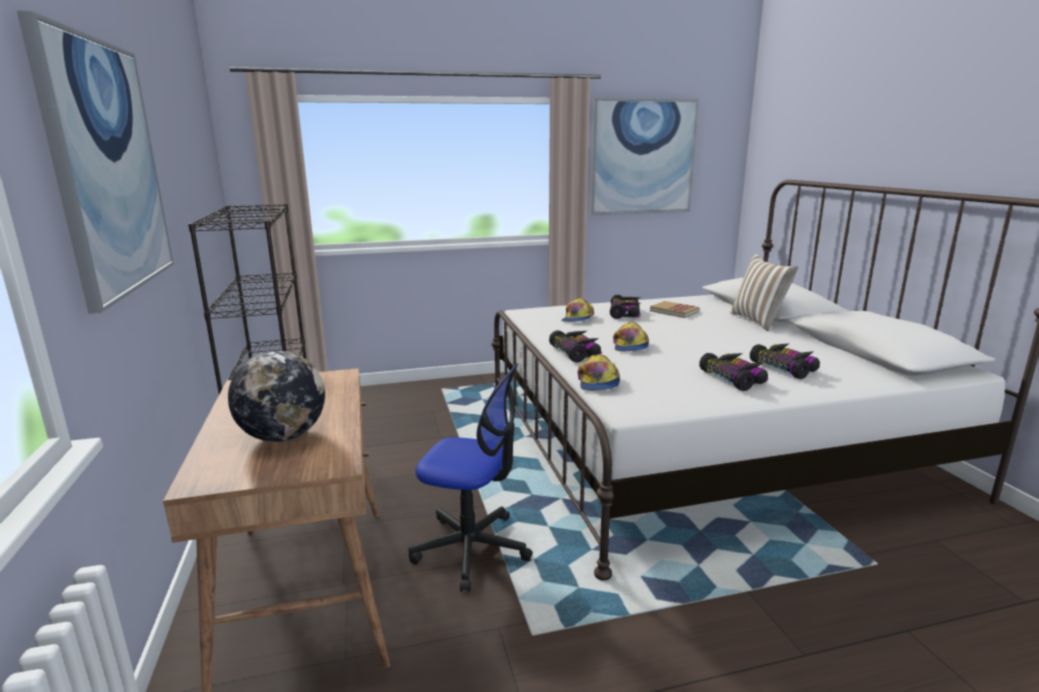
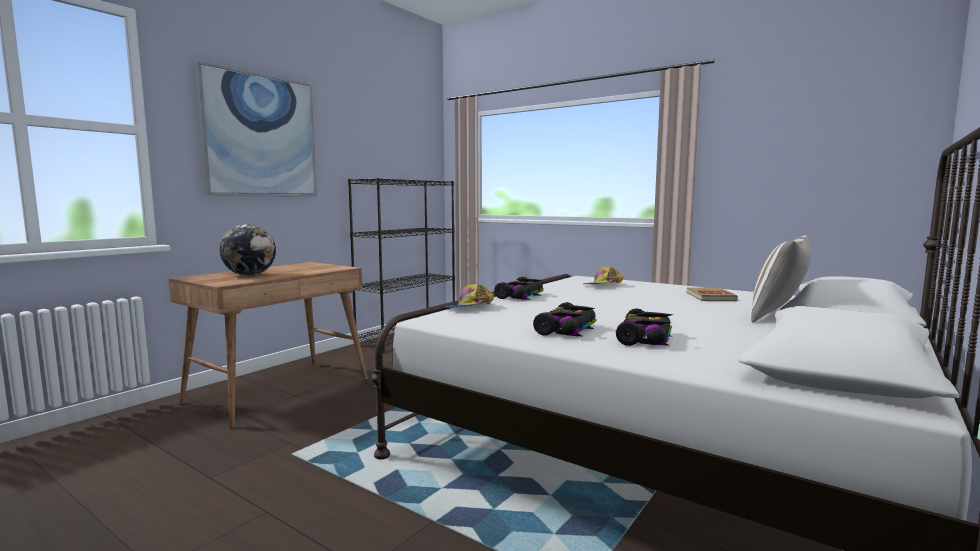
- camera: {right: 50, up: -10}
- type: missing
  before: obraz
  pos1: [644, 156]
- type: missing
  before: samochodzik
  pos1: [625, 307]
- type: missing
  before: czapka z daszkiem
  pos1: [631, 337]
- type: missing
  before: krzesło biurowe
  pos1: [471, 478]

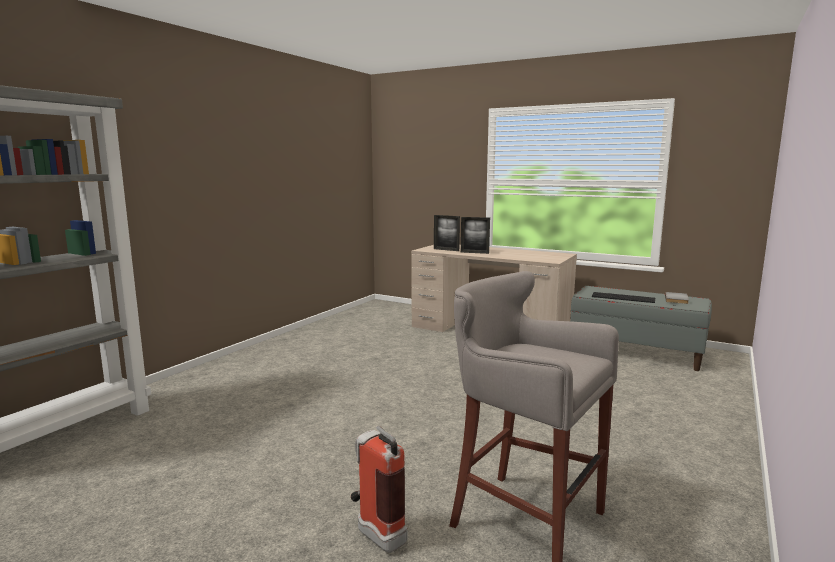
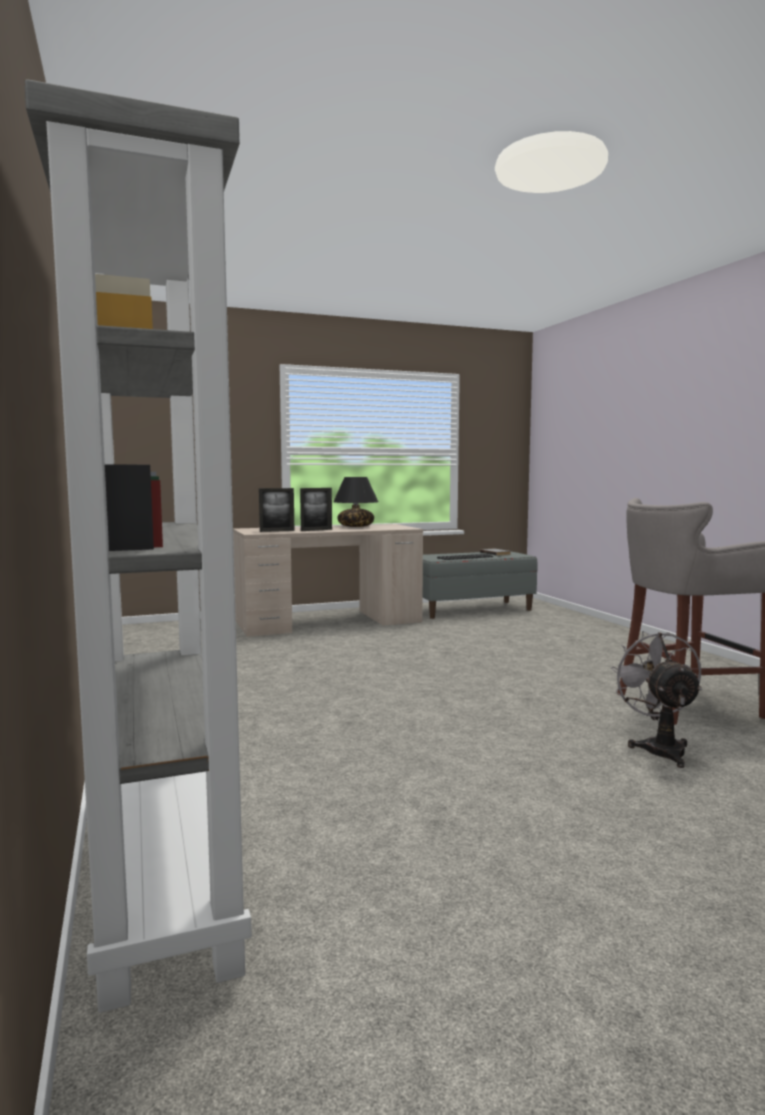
- camera: {right: -50, up: -5}
- type: exchanged
  before: gaśnica
  after: wentylator [szary]
  pos1: [379, 489]
  pos2: [656, 699]
- type: appeared
  after: lampa stołowa [czarny]
  pos2: [355, 502]

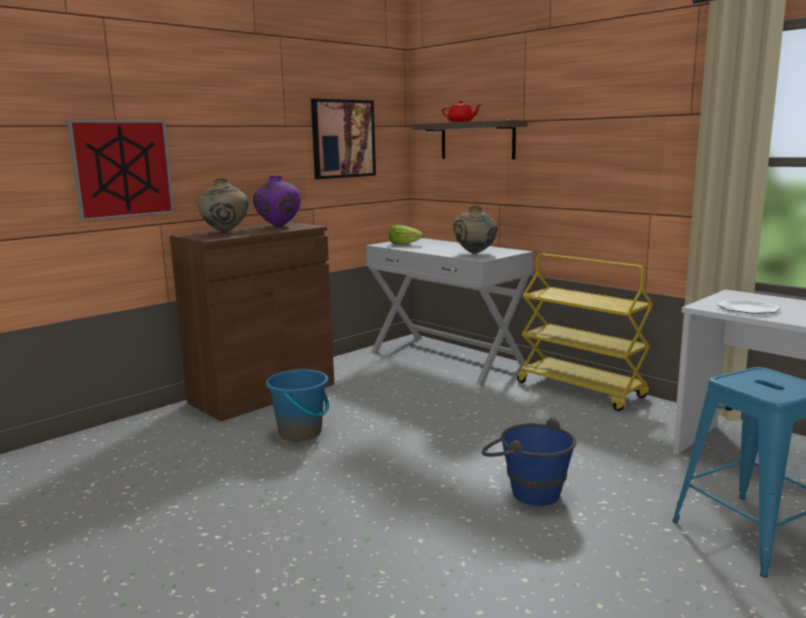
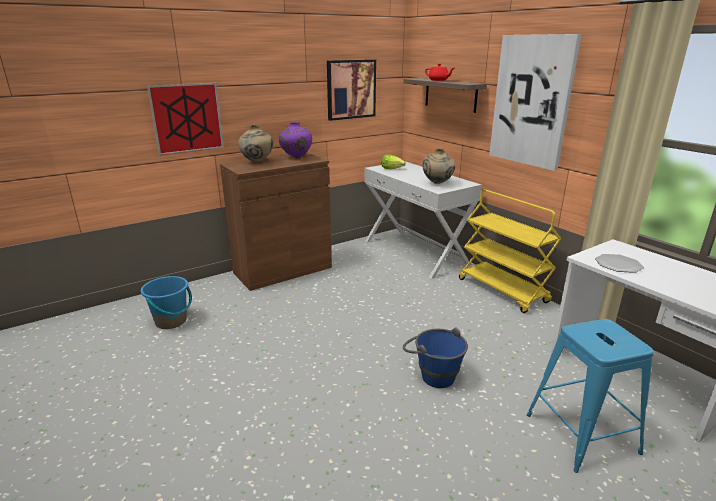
- camera: {right: 10, up: 10}
- type: relocated
  before: wiadro [niebieski]
  pos1: [297, 405]
  pos2: [166, 302]
- type: appeared
  after: obraz
  pos2: [535, 102]

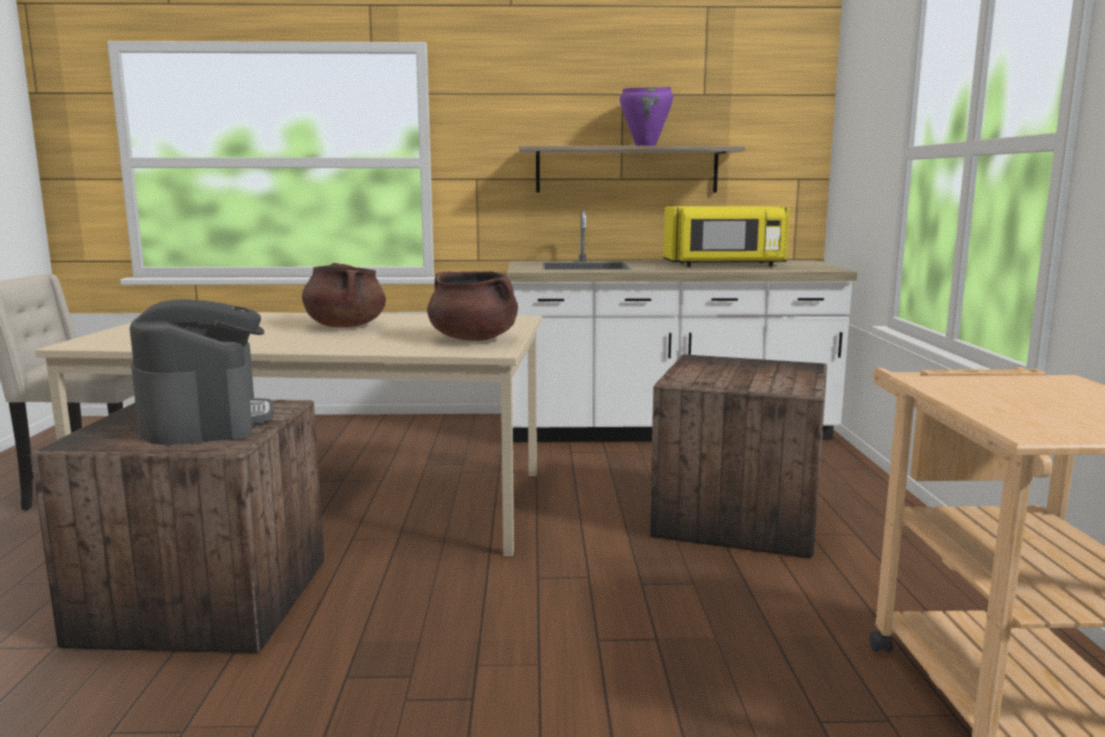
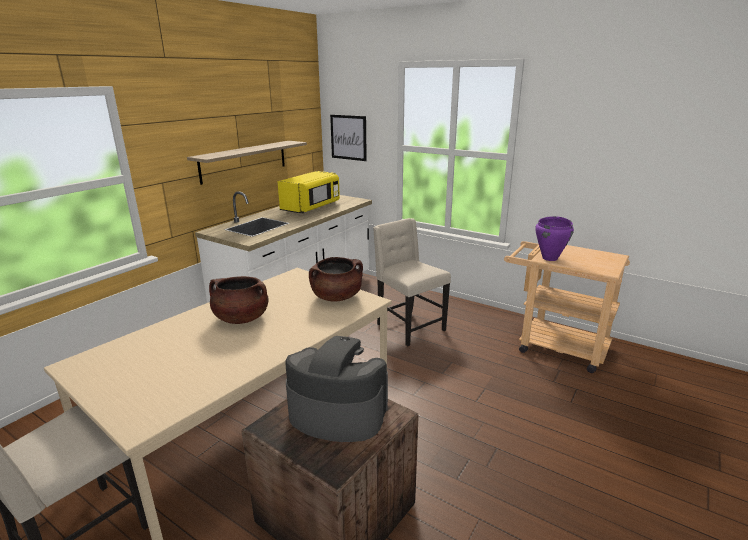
- camera: {right: -55, up: 10}
- type: relocated
  before: garnek [fioletowy]
  pos1: [646, 116]
  pos2: [554, 238]
- type: exchanged
  before: skrzynka
  after: krzesło [beżowy]
  pos1: [738, 456]
  pos2: [412, 282]
- type: appeared
  after: obraz
  pos2: [348, 138]

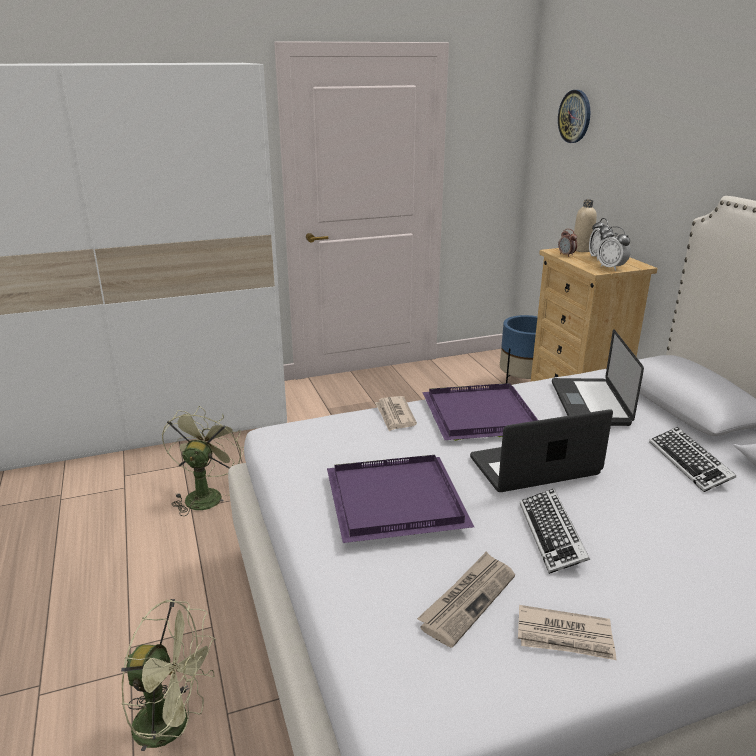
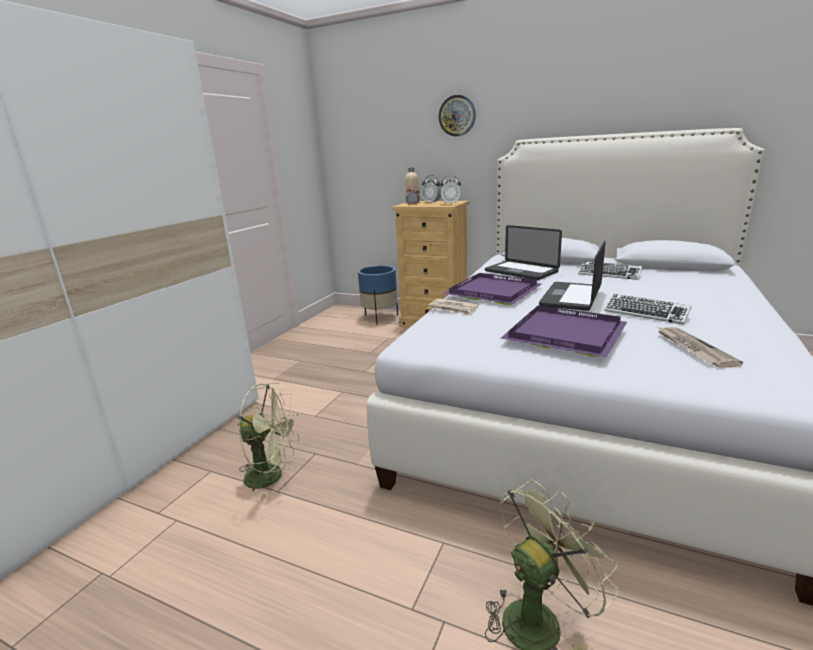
- camera: {right: -45, up: -5}
- type: relocated
  before: zegar ścienny
  pos1: [574, 116]
  pos2: [457, 115]
- type: spun
  before: wentylator [zielony]
  pos1: [203, 461]
  pos2: [268, 441]
  turn: 135
- type: missing
  before: gazeta
  pos1: [567, 632]

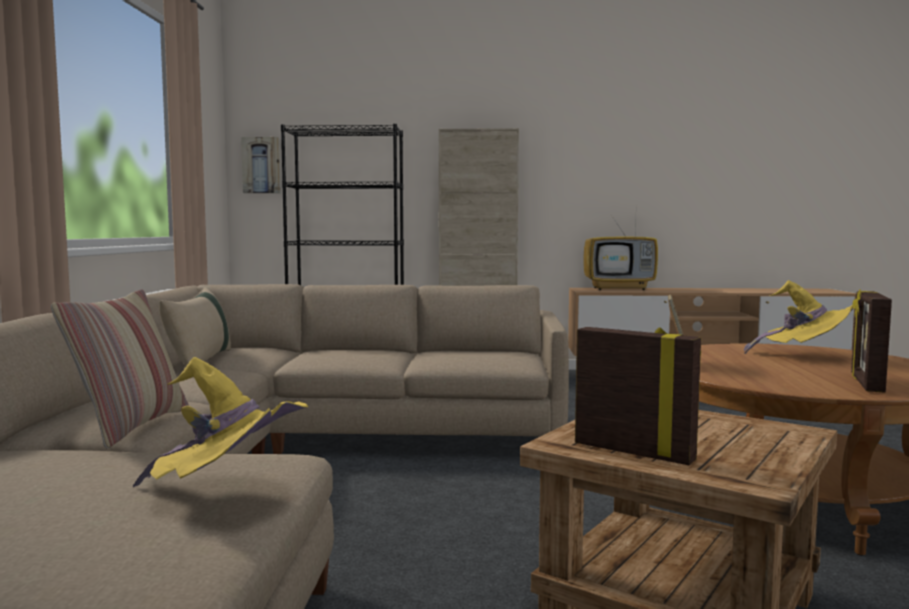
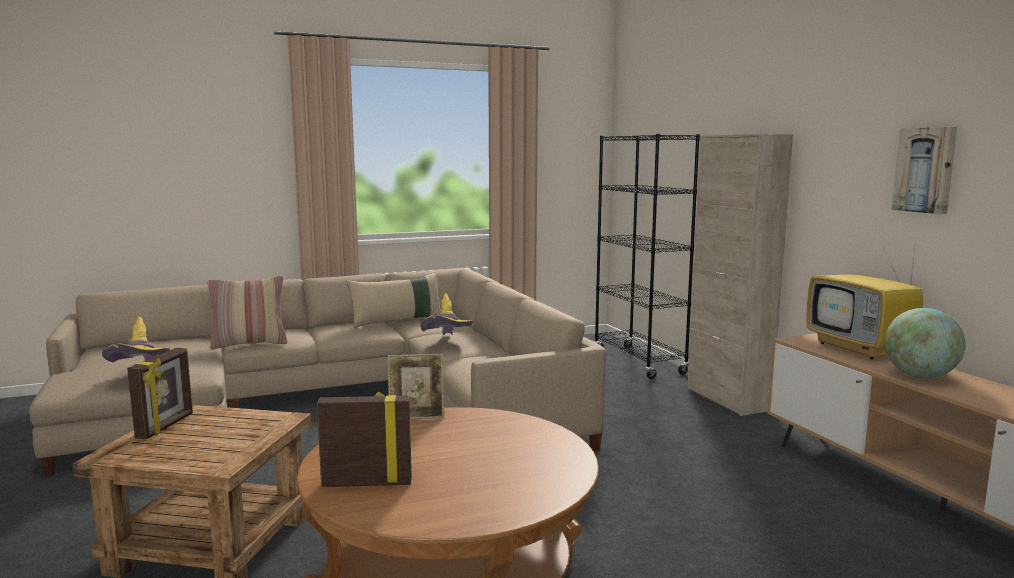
- camera: {right: 65, up: 5}
- type: relocated
  before: obraz
  pos1: [261, 165]
  pos2: [924, 170]
- type: relocated
  before: kapelusz [żółty]
  pos1: [798, 317]
  pos2: [446, 314]
- type: appeared
  after: globus
  pos2: [924, 343]

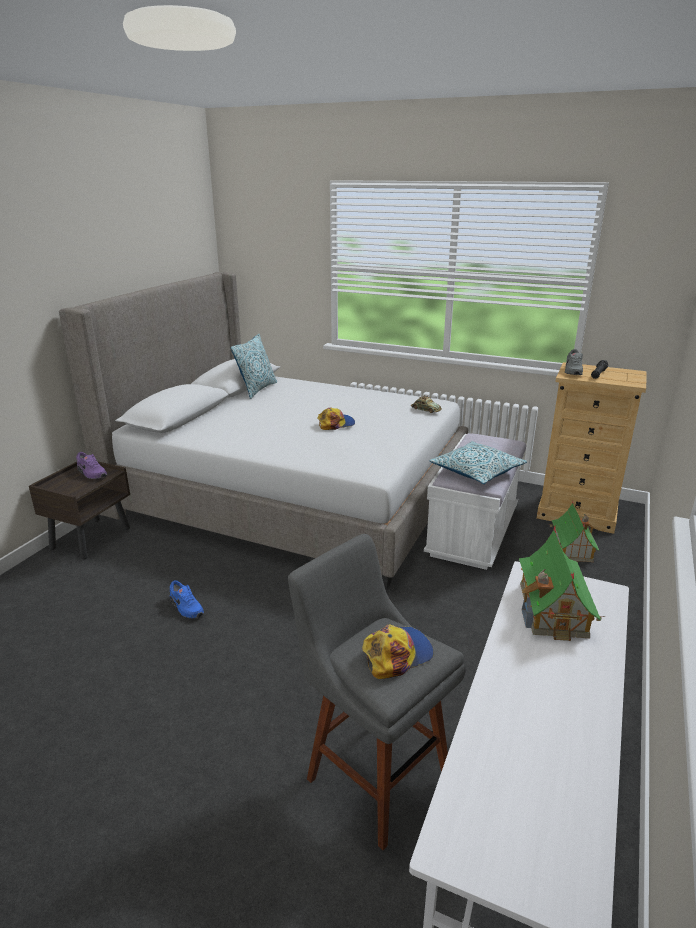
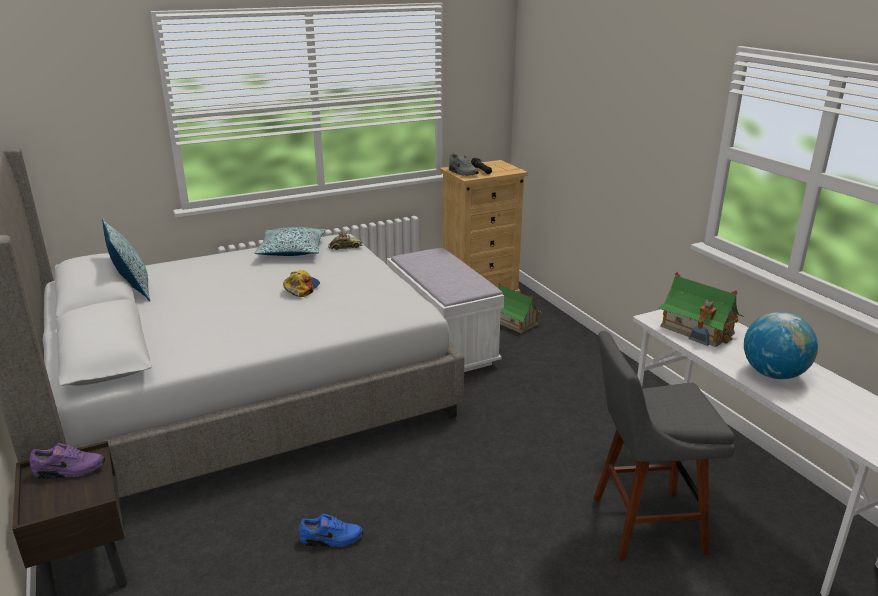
- camera: {right: -50, up: 0}
- type: relocated
  before: poduszka
  pos1: [478, 462]
  pos2: [290, 241]
- type: missing
  before: czapka z daszkiem
  pos1: [398, 651]
- type: appeared
  after: globus
  pos2: [781, 345]

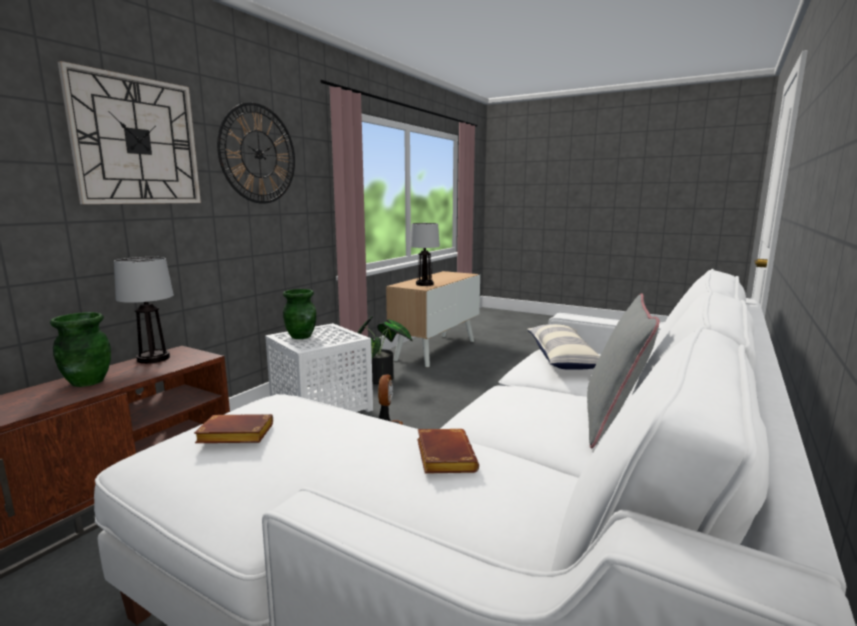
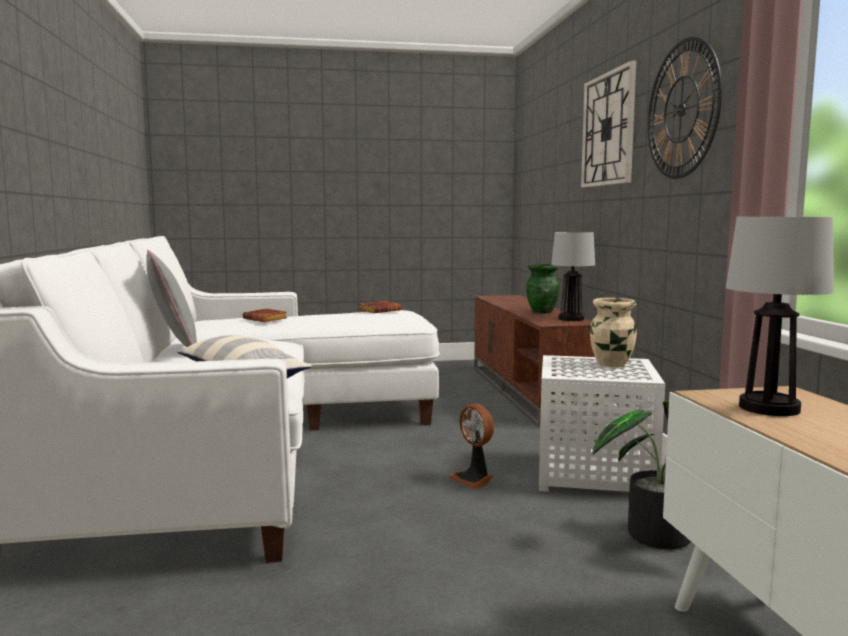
- camera: {right: 140, up: -5}
- type: colour
  before: wazon [zielony]
  after: wazon [beżowy]
  pos1: [299, 314]
  pos2: [613, 332]

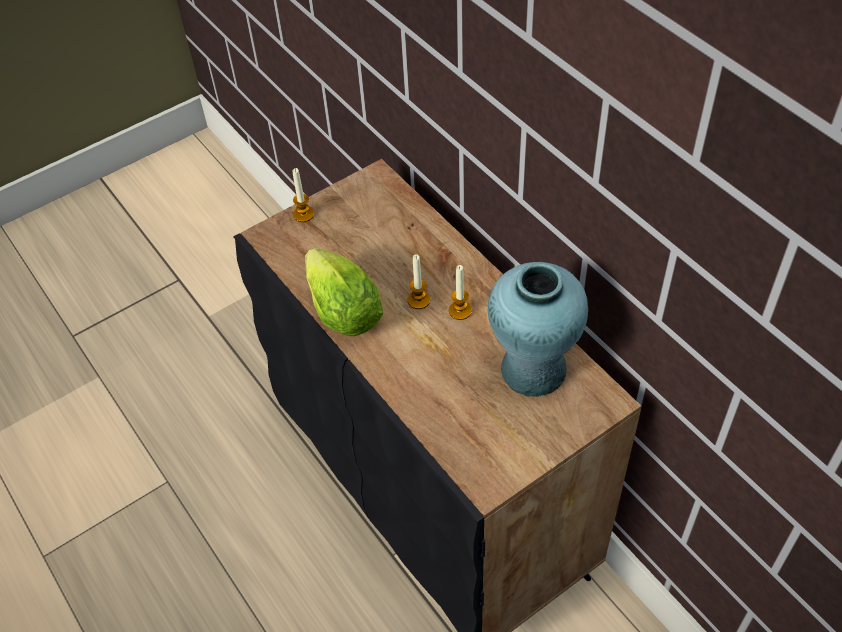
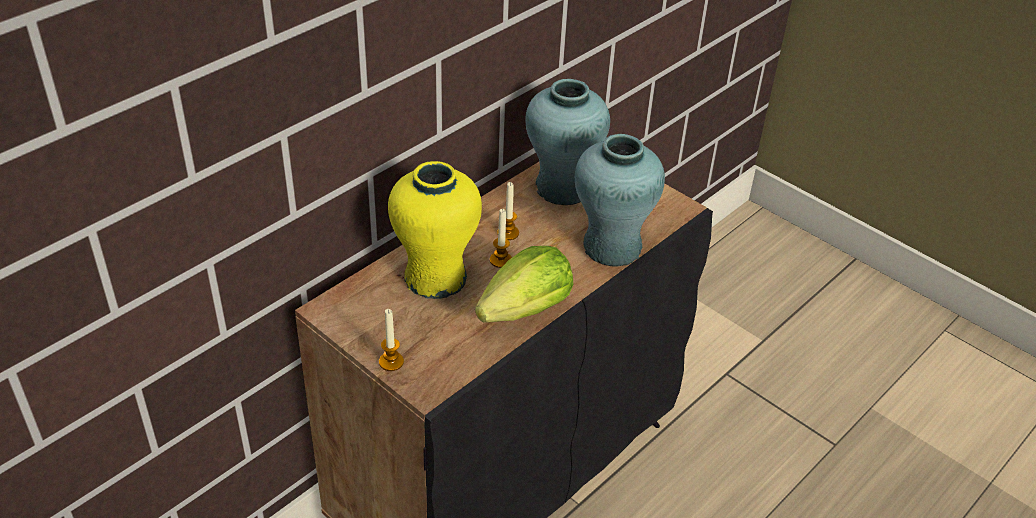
- camera: {right: -105, up: -10}
- type: appeared
  after: wazon [turkusowy]
  pos2: [620, 200]
- type: appeared
  after: wazon [żółty]
  pos2: [435, 230]

